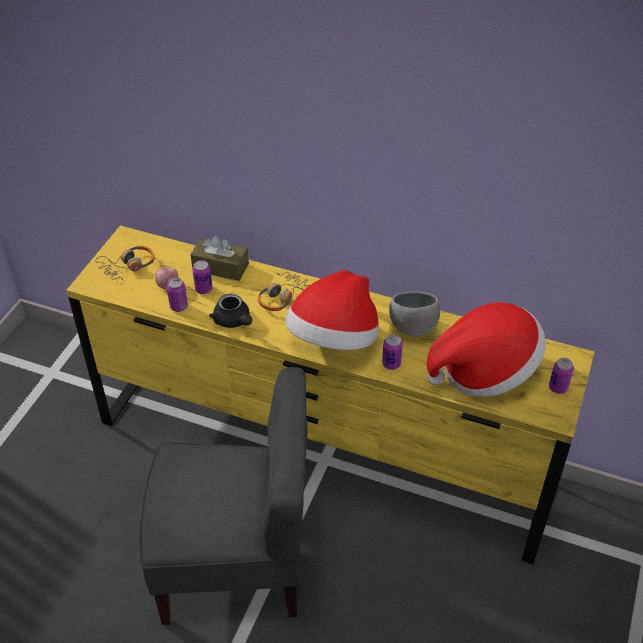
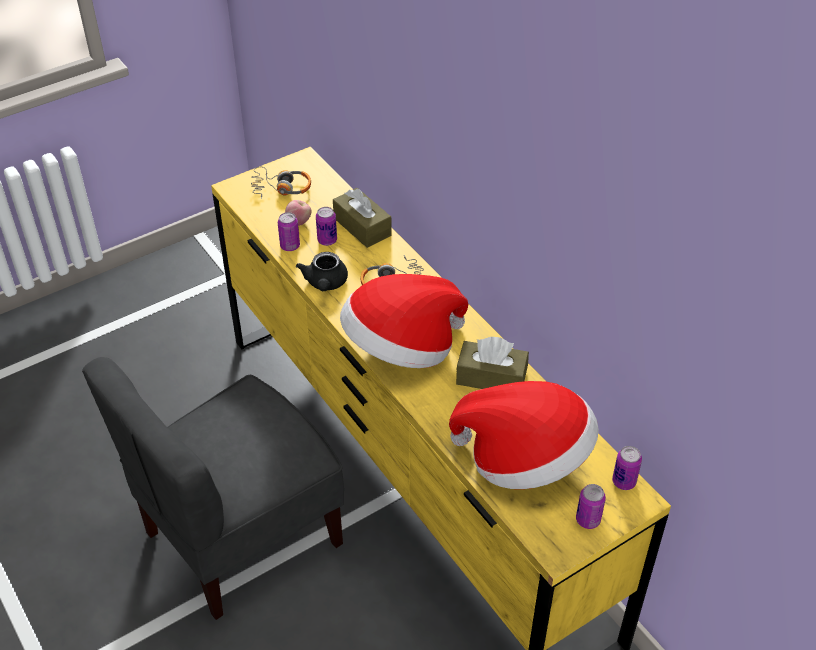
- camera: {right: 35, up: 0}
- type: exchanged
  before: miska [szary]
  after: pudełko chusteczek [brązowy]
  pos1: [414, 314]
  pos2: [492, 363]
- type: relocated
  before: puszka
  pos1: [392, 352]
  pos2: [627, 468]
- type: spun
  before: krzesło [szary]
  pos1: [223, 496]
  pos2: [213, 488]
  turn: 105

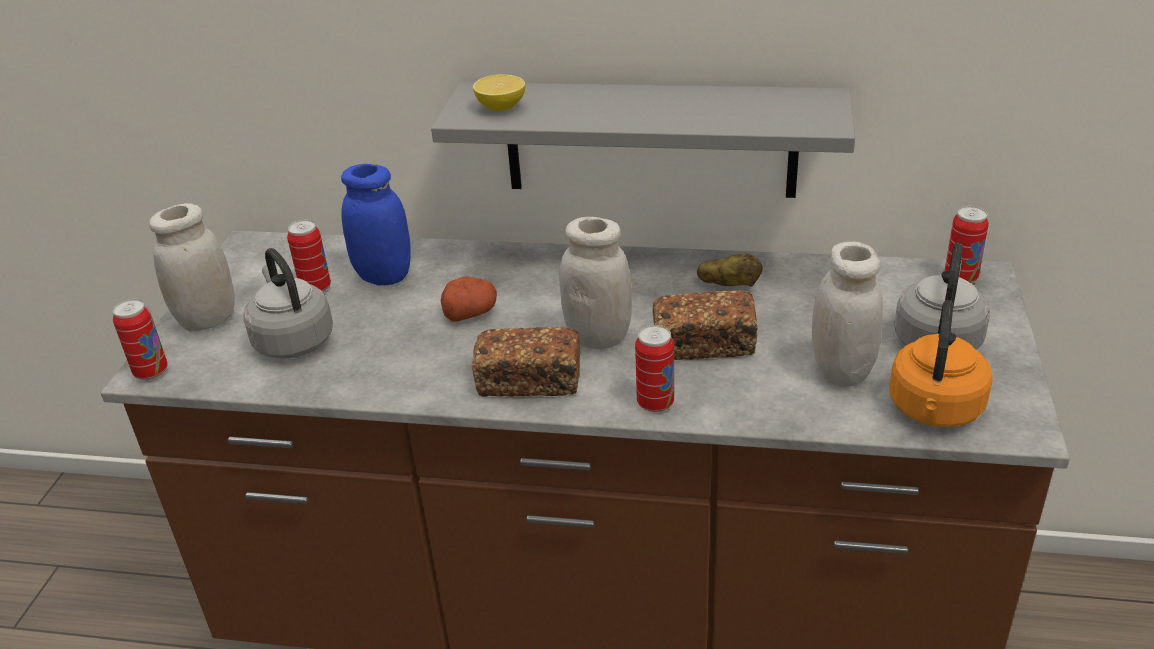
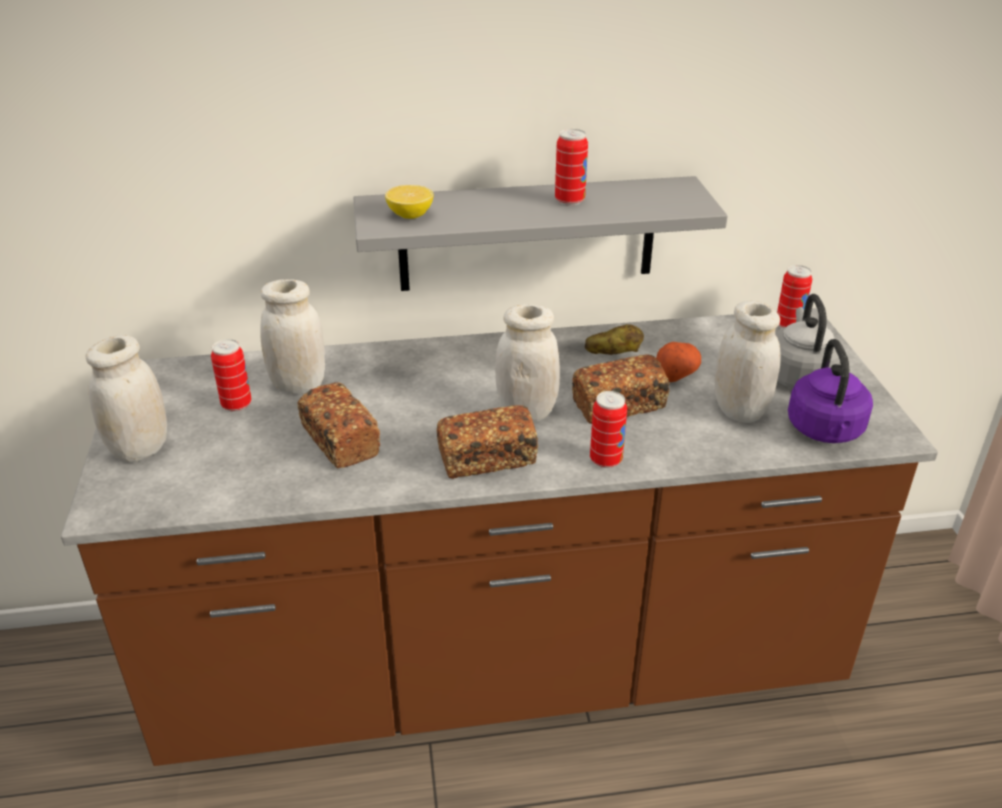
- camera: {right: -20, up: 0}
- type: colour
  before: słoik [niebieski]
  after: słoik [biały]
  pos1: [376, 224]
  pos2: [292, 336]
- type: missing
  before: czajnik [szary]
  pos1: [288, 303]
- type: relocated
  before: ziemniak
  pos1: [469, 298]
  pos2: [678, 362]
- type: relocated
  before: puszka
  pos1: [140, 339]
  pos2: [571, 167]
- type: colour
  before: czajnik [pomarańczowy]
  after: czajnik [fioletowy]
  pos1: [941, 363]
  pos2: [830, 391]
- type: appeared
  after: chleb
  pos2: [338, 425]

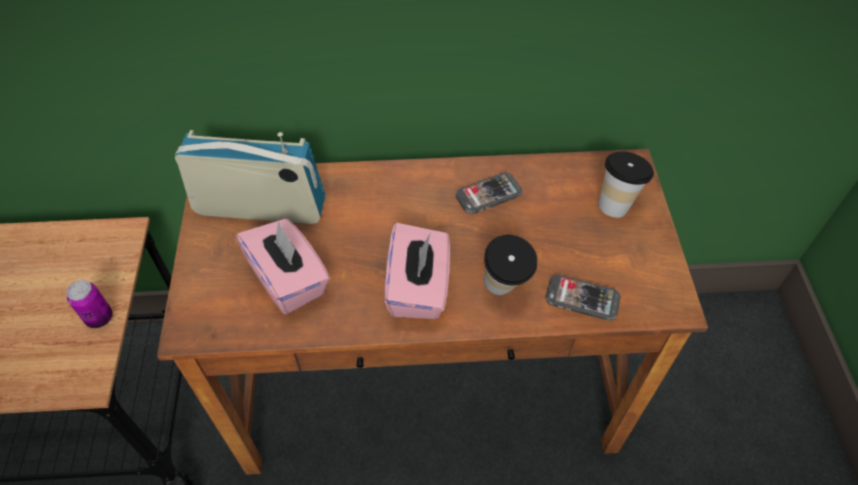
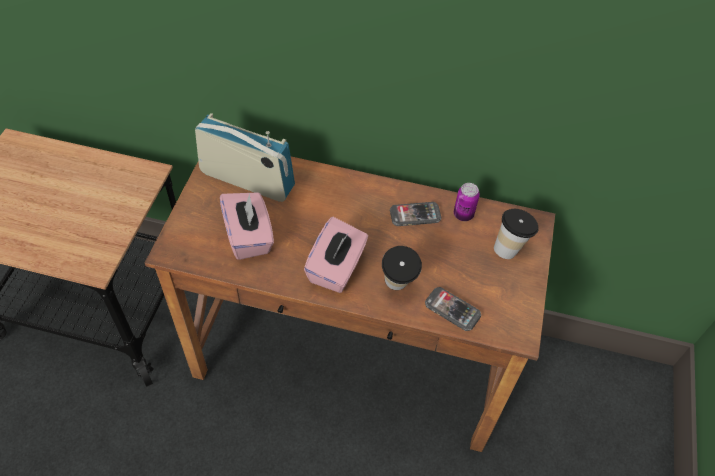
- camera: {right: 15, up: 0}
- type: relocated
  before: puszka
  pos1: [89, 304]
  pos2: [467, 202]

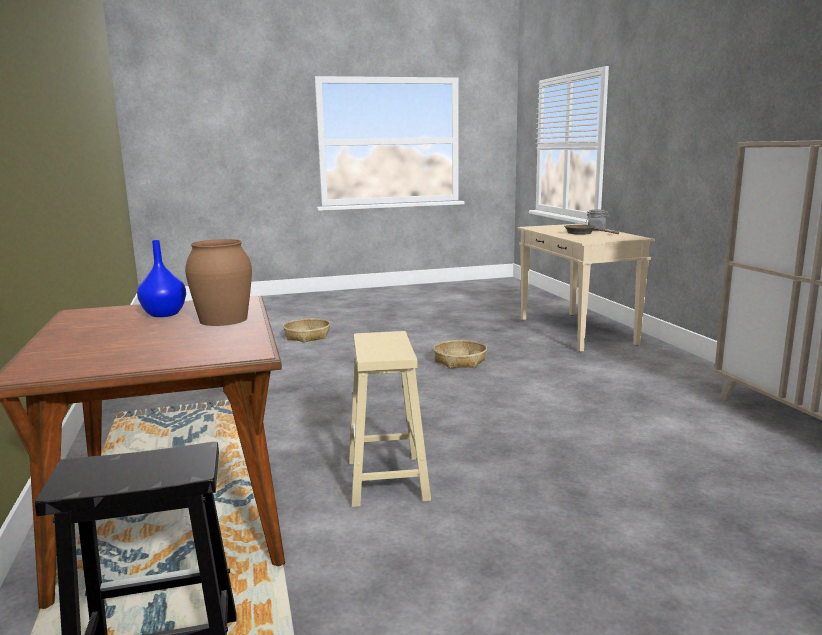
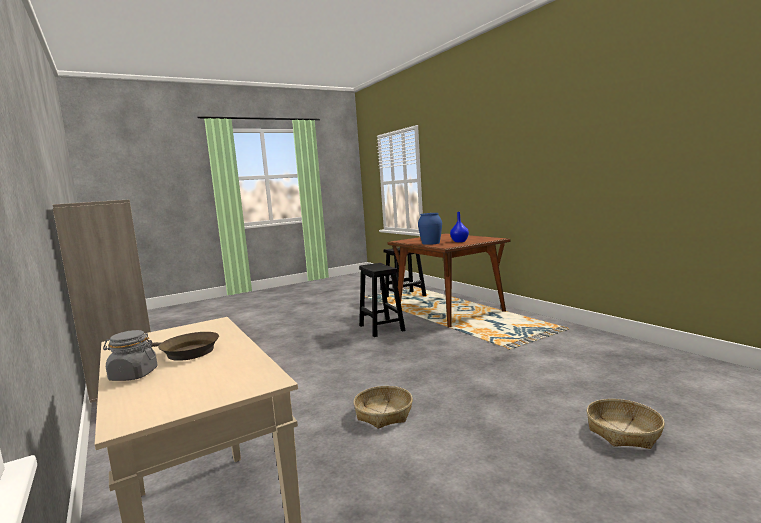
- camera: {right: 165, up: -5}
- type: colour
  before: wazon [brązowy]
  after: wazon [niebieski]
  pos1: [218, 282]
  pos2: [430, 229]
- type: colour
  before: stołek [beżowy]
  after: stołek [czarny]
  pos1: [390, 419]
  pos2: [382, 300]

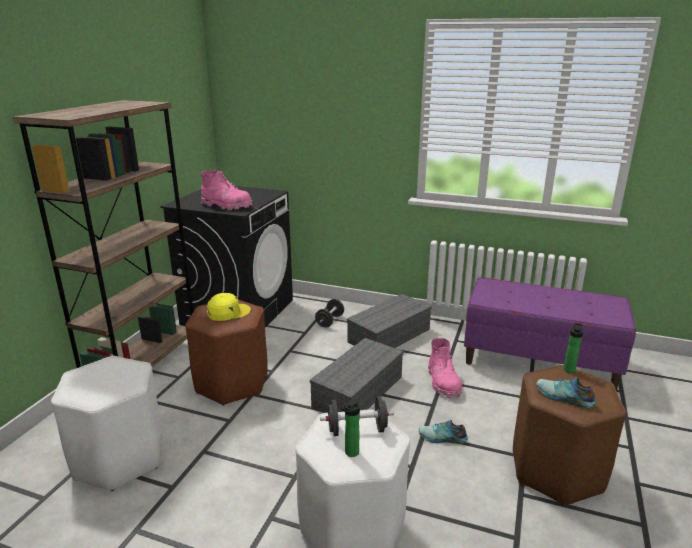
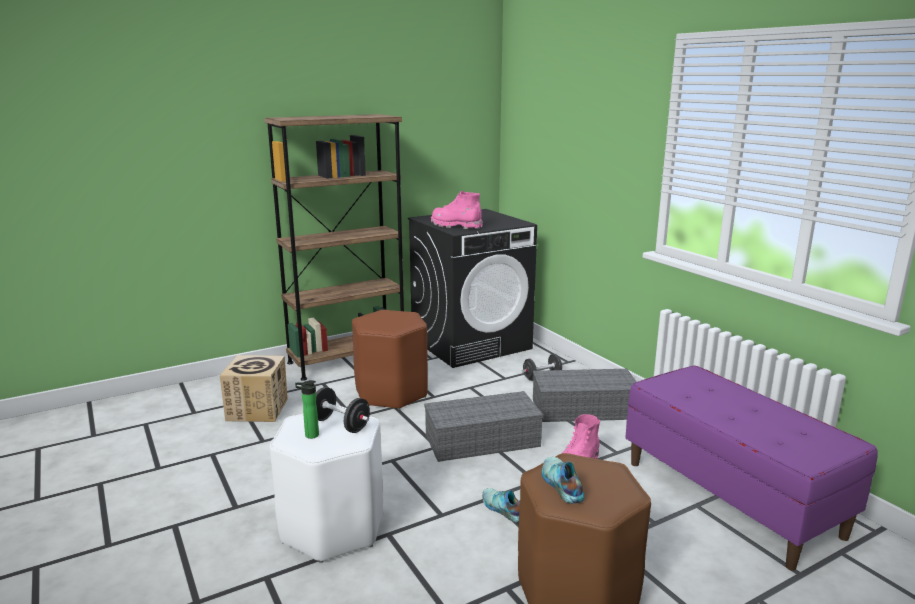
- camera: {right: 40, up: -5}
- type: spun
  before: but z cholewką [różowy]
  pos1: [226, 190]
  pos2: [457, 210]
  turn: 150
- type: missing
  before: czapka z daszkiem [żółty]
  pos1: [229, 307]
- type: missing
  before: butelka
  pos1: [573, 348]
- type: exchanged
  before: stołek [biały]
  after: karton
  pos1: [107, 423]
  pos2: [254, 388]

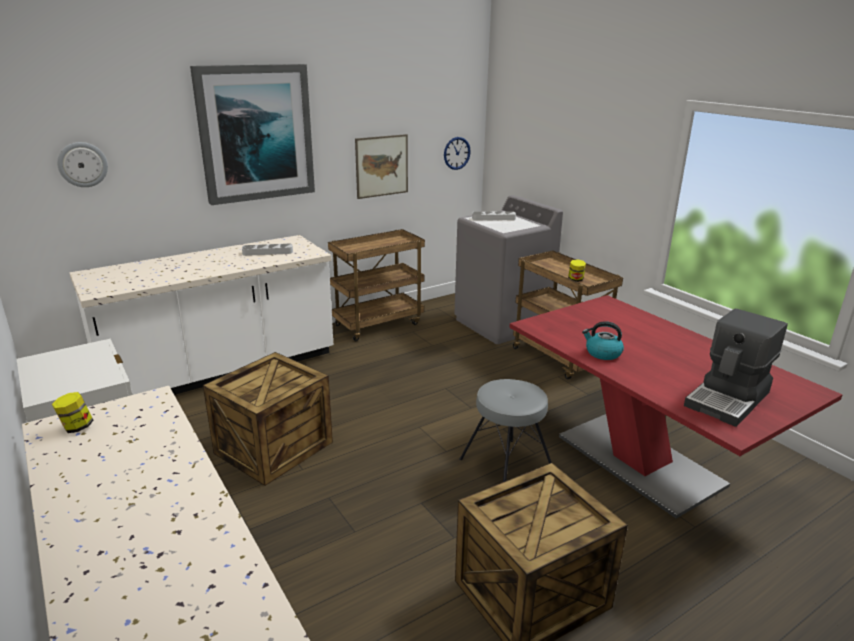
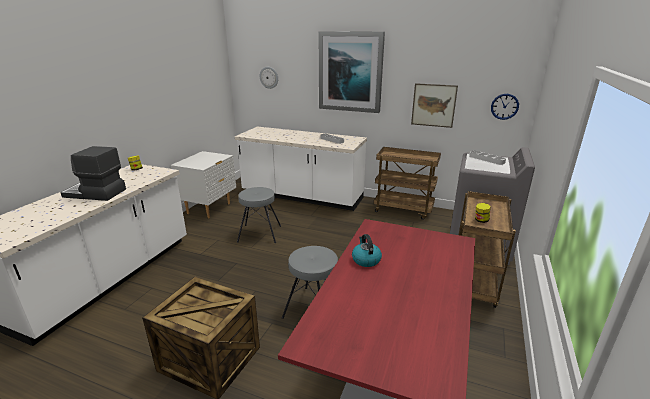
- camera: {right: 55, up: 0}
- type: relocated
  before: ekspres do kawy
  pos1: [736, 367]
  pos2: [93, 173]
- type: exchanged
  before: skrzynka
  after: stołek [szary]
  pos1: [268, 419]
  pos2: [259, 215]

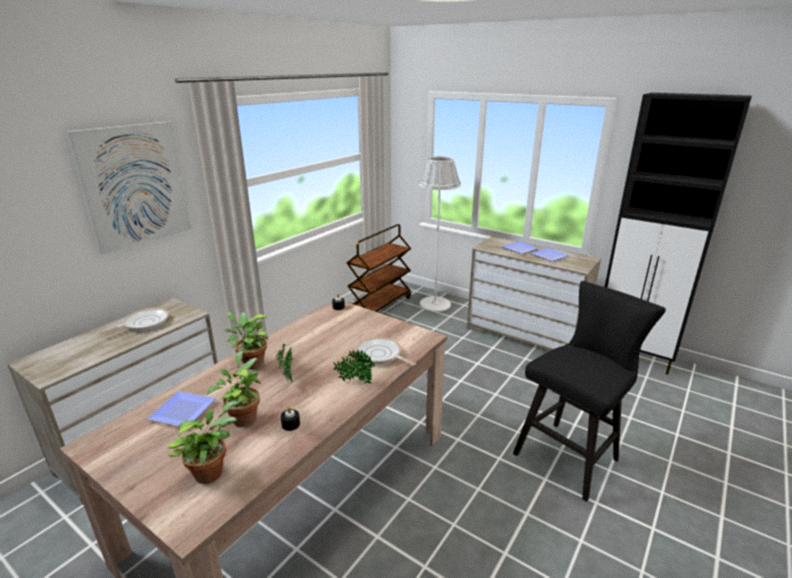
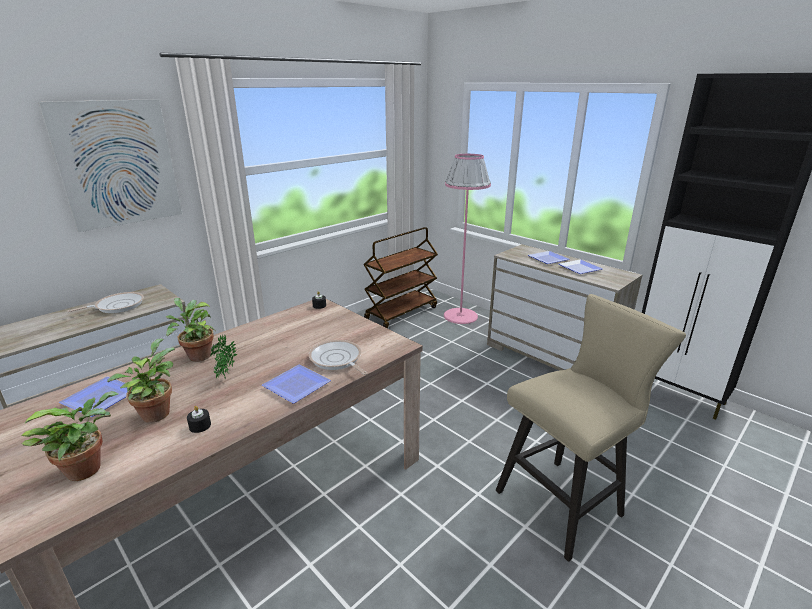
- camera: {right: 10, up: 0}
- type: colour
  before: lampa stojąca [biały]
  after: lampa stojąca [różowy]
  pos1: [440, 234]
  pos2: [467, 239]
- type: colour
  before: stołek [czarny]
  after: stołek [beżowy]
  pos1: [589, 391]
  pos2: [591, 428]
- type: exchanged
  before: roślina doniczkowa
  after: talerz
  pos1: [354, 366]
  pos2: [296, 384]

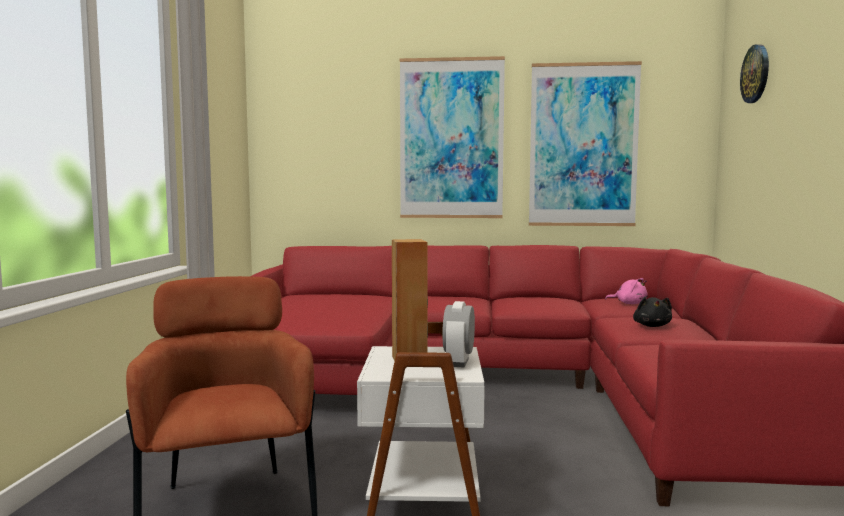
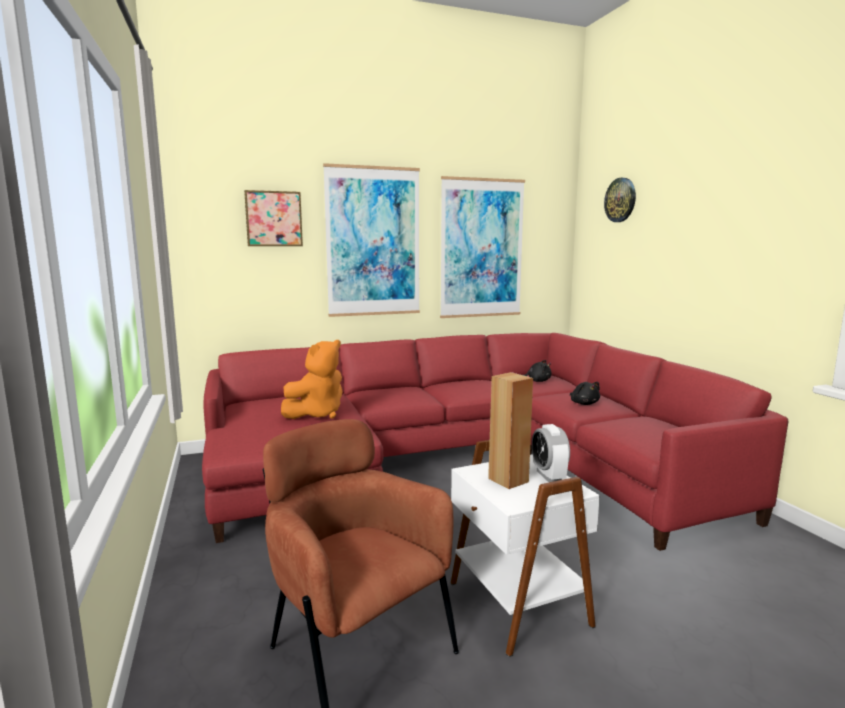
- camera: {right: -25, up: 5}
- type: colour
  before: pluszak [różowy]
  after: pluszak [czarny]
  pos1: [626, 291]
  pos2: [538, 371]
- type: appeared
  after: obraz
  pos2: [273, 218]
- type: appeared
  after: pluszak [pomarańczowy]
  pos2: [312, 379]

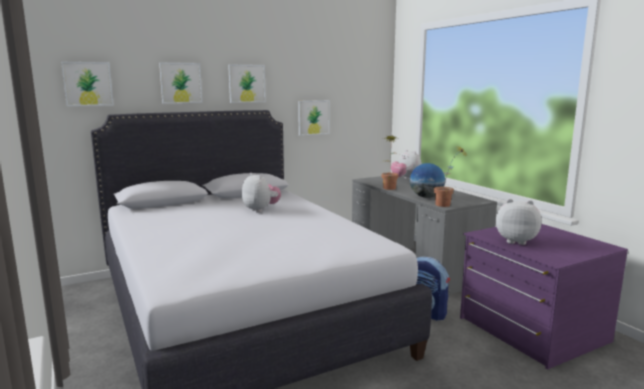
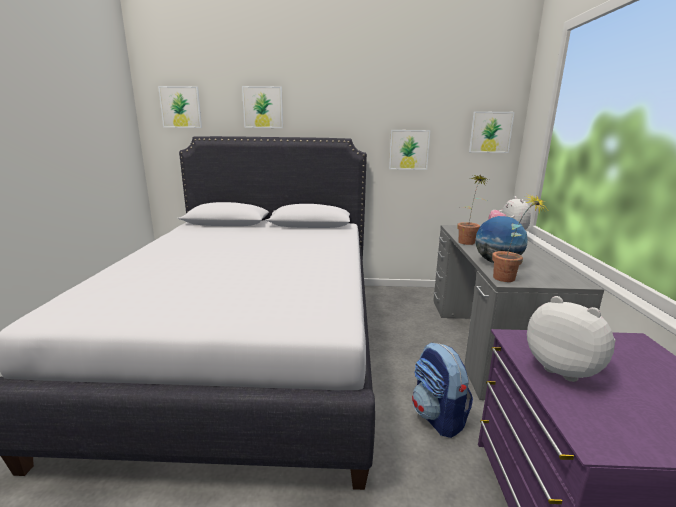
- camera: {right: 30, up: 5}
- type: relocated
  before: obraz
  pos1: [247, 83]
  pos2: [492, 132]
- type: missing
  before: pluszak
  pos1: [261, 193]

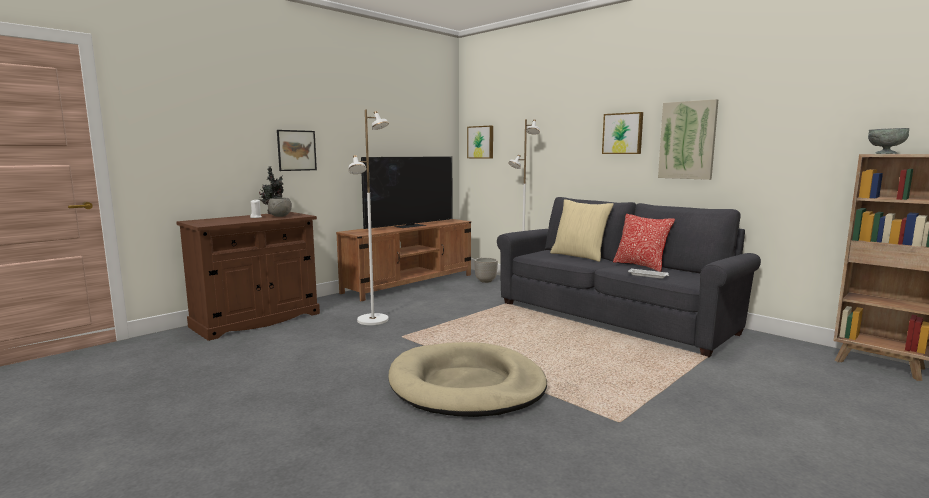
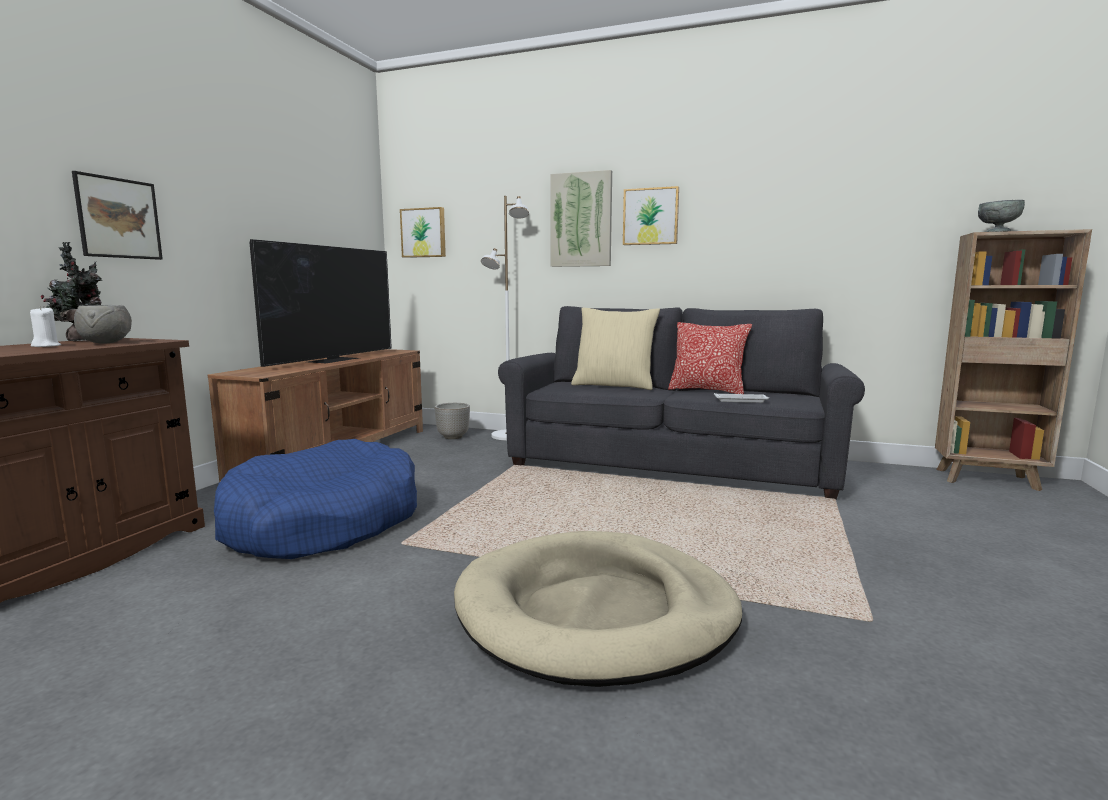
- camera: {right: -25, up: 0}
- type: relocated
  before: obraz
  pos1: [688, 139]
  pos2: [581, 218]
- type: exchanged
  before: lampa stojąca [biały]
  after: legowisko [niebieski]
  pos1: [368, 217]
  pos2: [315, 499]

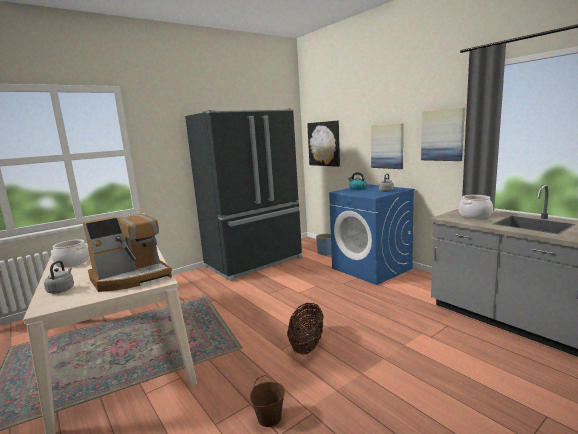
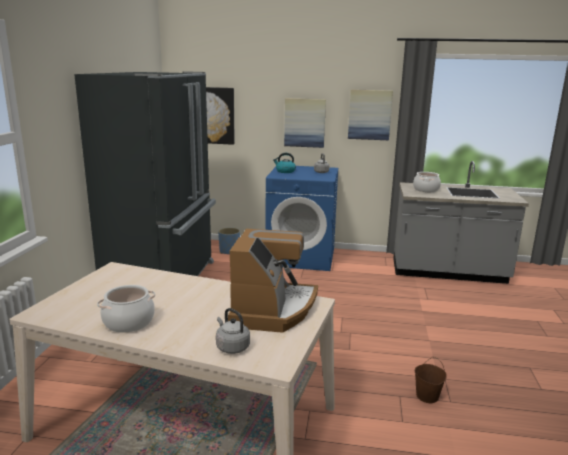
- camera: {right: -45, up: 5}
- type: missing
  before: koszyk
  pos1: [305, 329]

